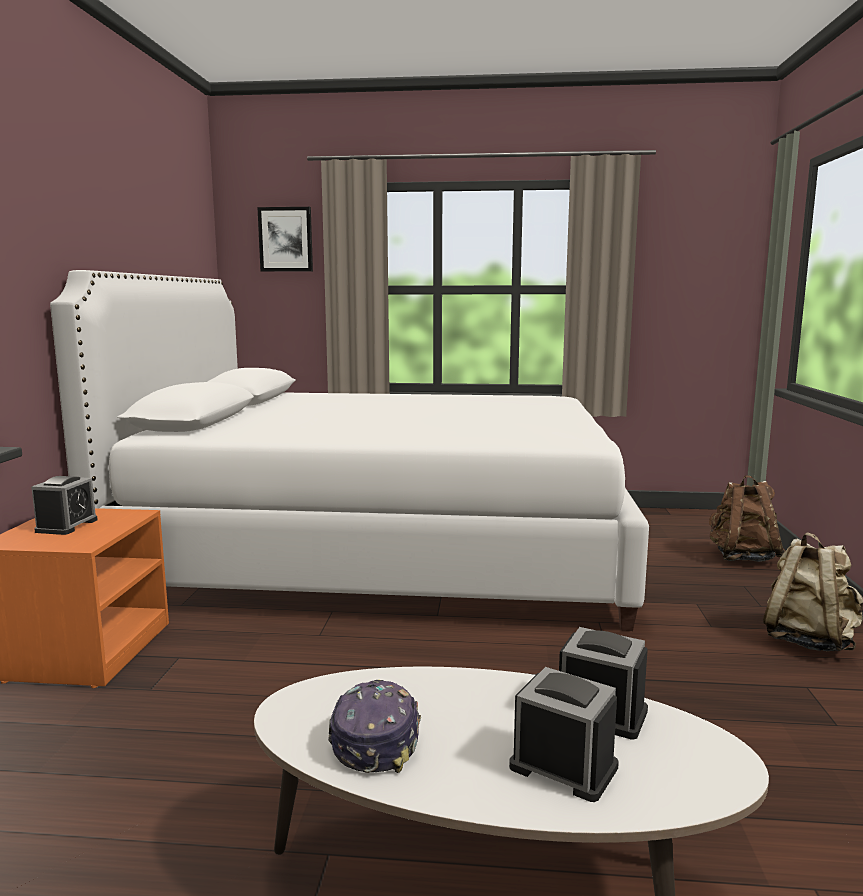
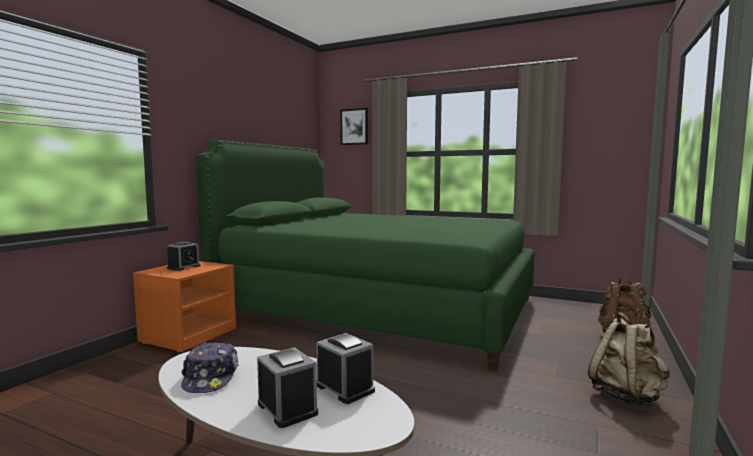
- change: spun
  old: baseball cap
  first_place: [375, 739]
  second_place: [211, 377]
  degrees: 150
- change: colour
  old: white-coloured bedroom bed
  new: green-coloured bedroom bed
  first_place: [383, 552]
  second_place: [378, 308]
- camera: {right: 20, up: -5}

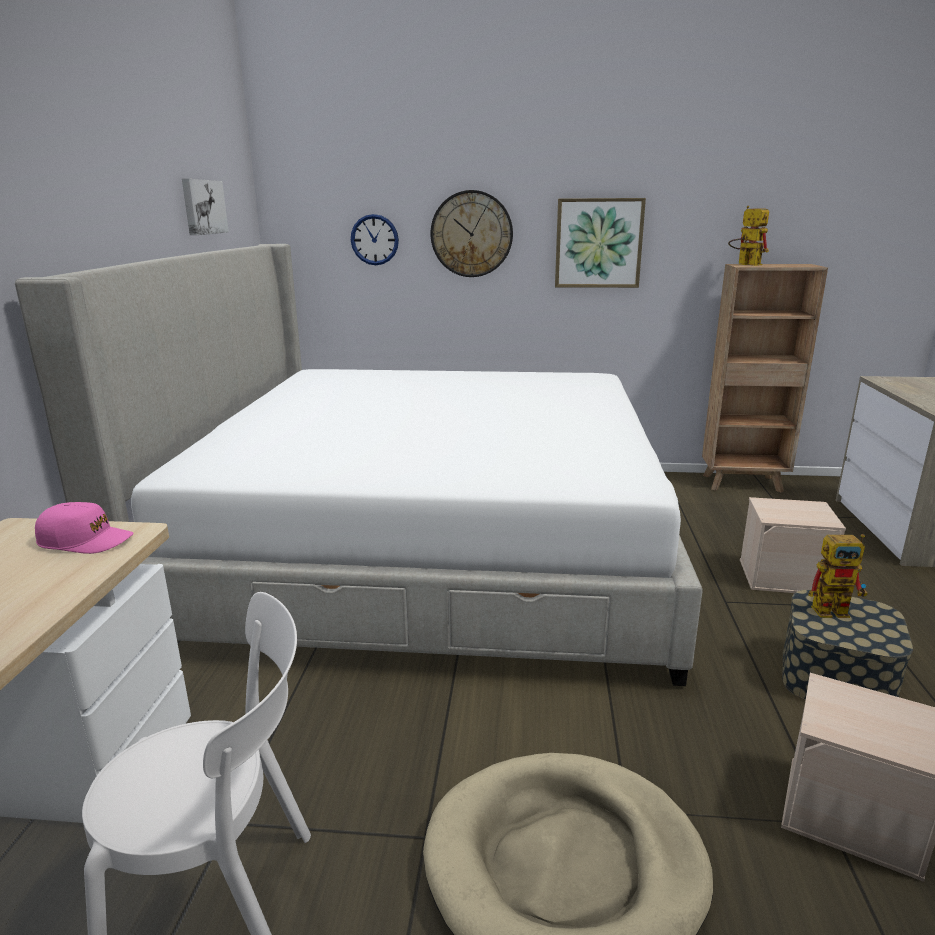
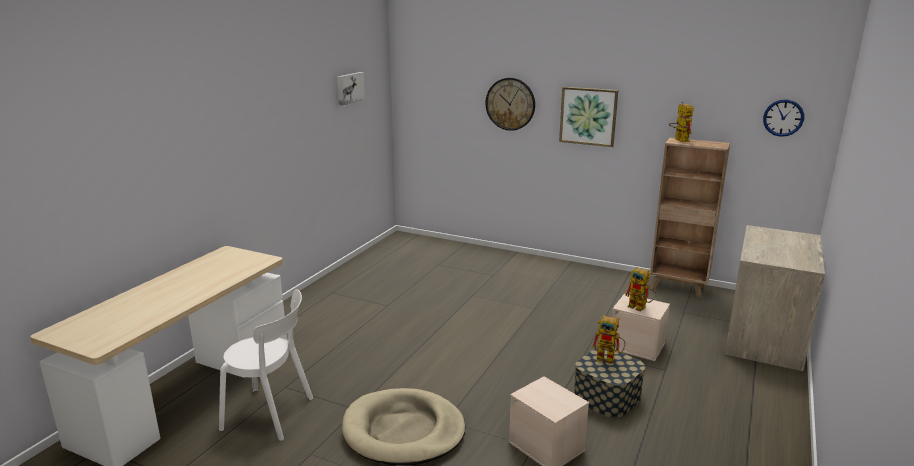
- change: appeared
  new: toy robot
  second_place: [640, 308]
- change: relocated
  old: wall clock
  first_place: [374, 240]
  second_place: [783, 118]
- change: missing
  old: bedroom bed
  first_place: [426, 547]
- change: missing
  old: pink baseball cap
  first_place: [86, 540]
- camera: {right: 20, up: 0}

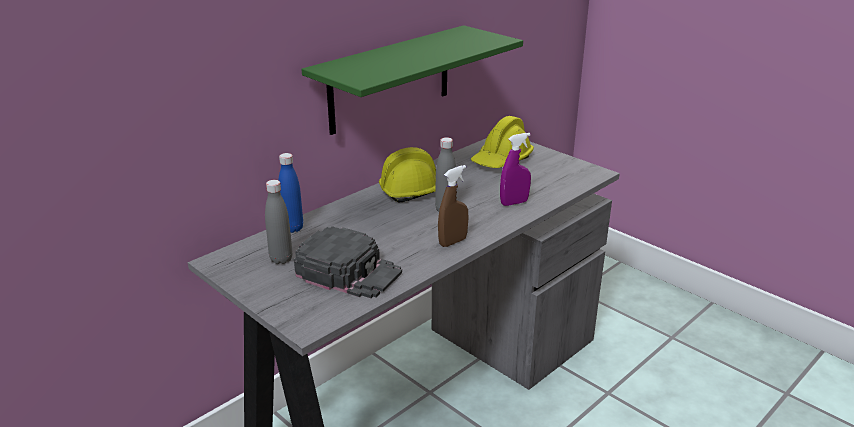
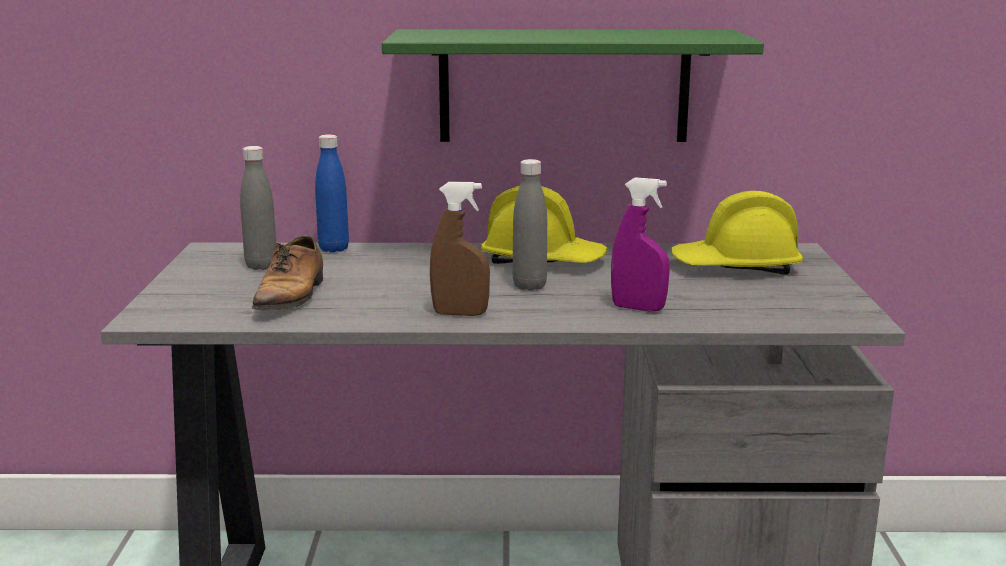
- change: exchanged
  old: black-coloured baseball cap
  new: shoe
  first_place: [349, 271]
  second_place: [291, 296]
- camera: {right: 45, up: -10}

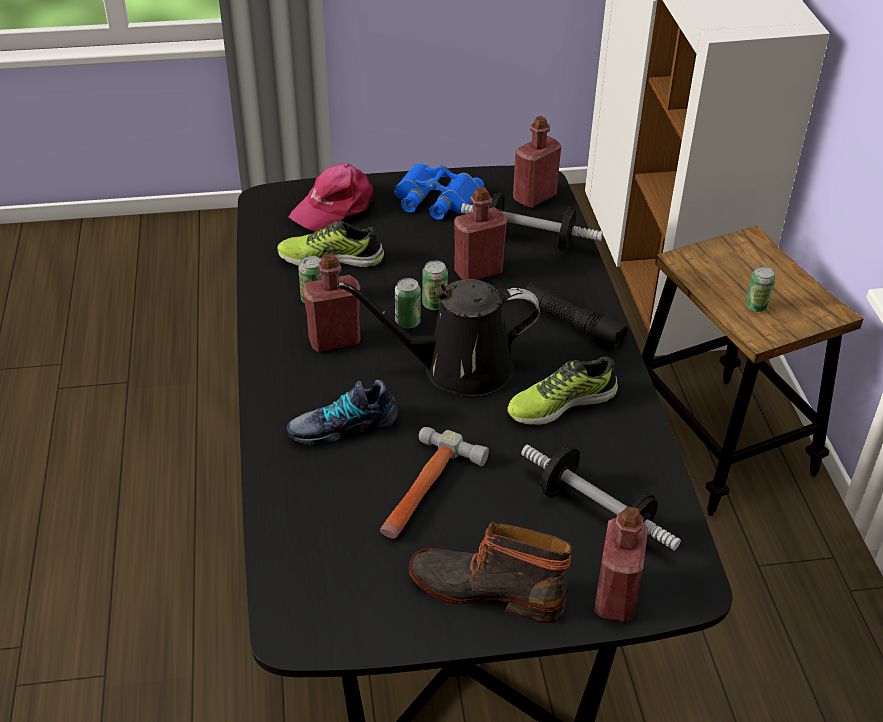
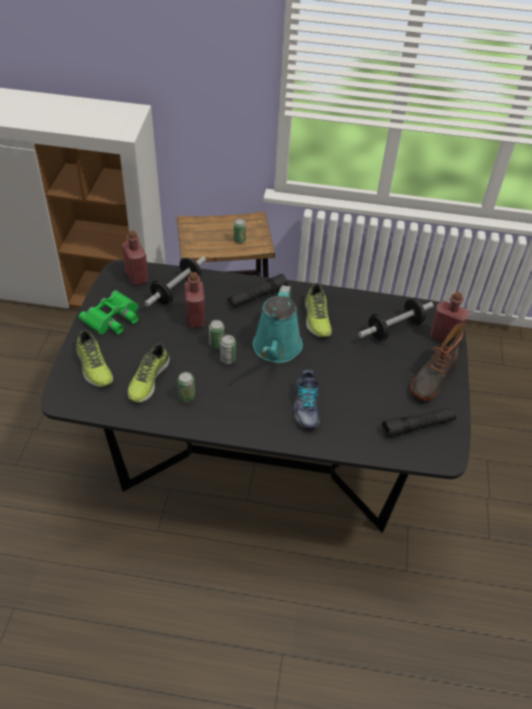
- change: exchanged
  old: pink baseball cap
  new: shoe
  first_place: [334, 207]
  second_place: [93, 366]
- change: colour
  old: blue field glasses
  new: green-coloured field glasses
  first_place: [435, 199]
  second_place: [113, 318]
- change: colour
  old: black-coloured watering can
  new: turquoise-coloured watering can
  first_place: [458, 369]
  second_place: [276, 349]
- change: appeared
  new: black-coloured hand torch
  second_place: [417, 426]
- change: missing
  old: red beverage bottle
  first_place: [334, 340]
- change: missing
  old: tool hammer
  first_place: [424, 491]
- camera: {right: -75, up: 5}

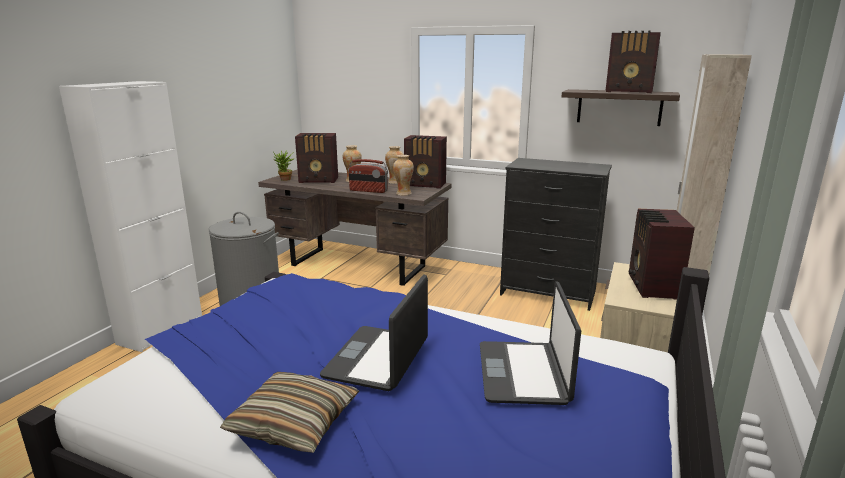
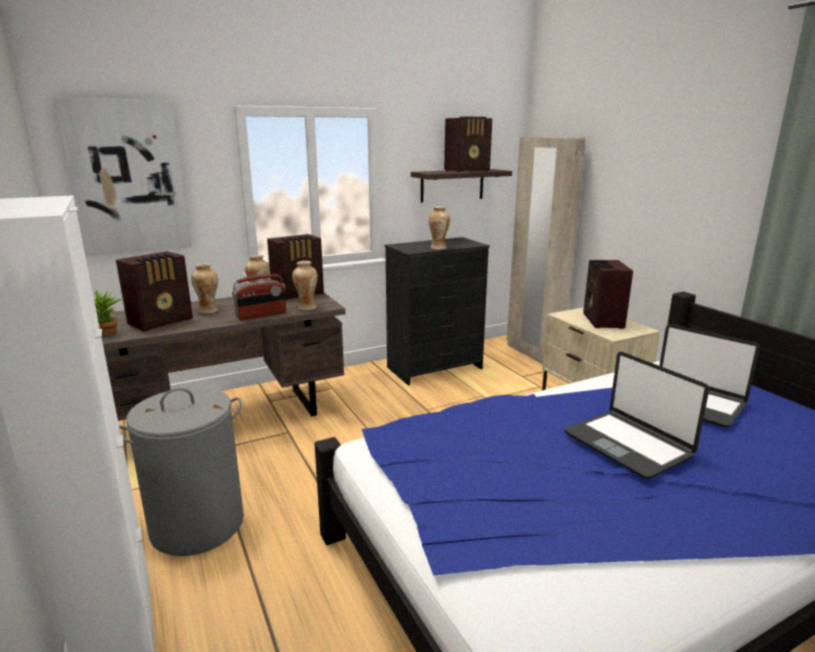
- change: appeared
  new: wall picture
  second_place: [128, 178]
- change: appeared
  new: vase
  second_place: [438, 248]
- change: spun
  old: radio receiver
  first_place: [652, 287]
  second_place: [602, 321]
  degrees: 45
- change: missing
  old: cushion
  first_place: [294, 423]
- camera: {right: -50, up: 0}

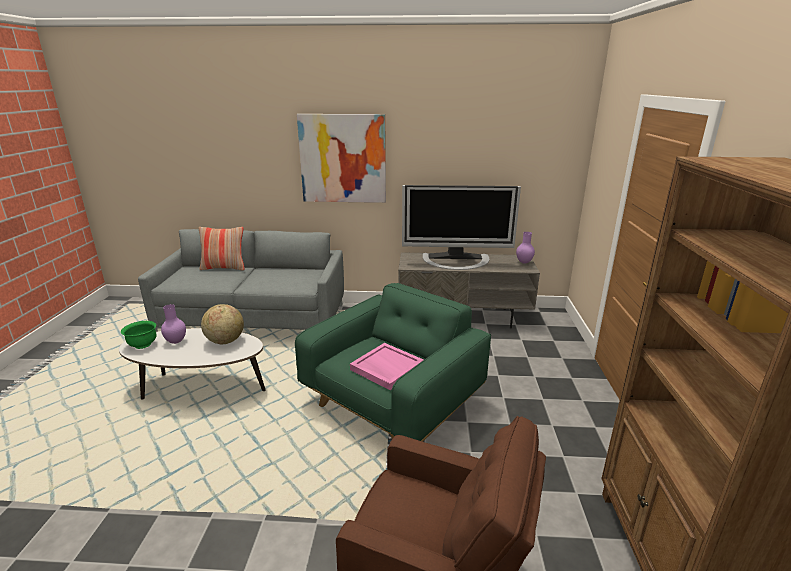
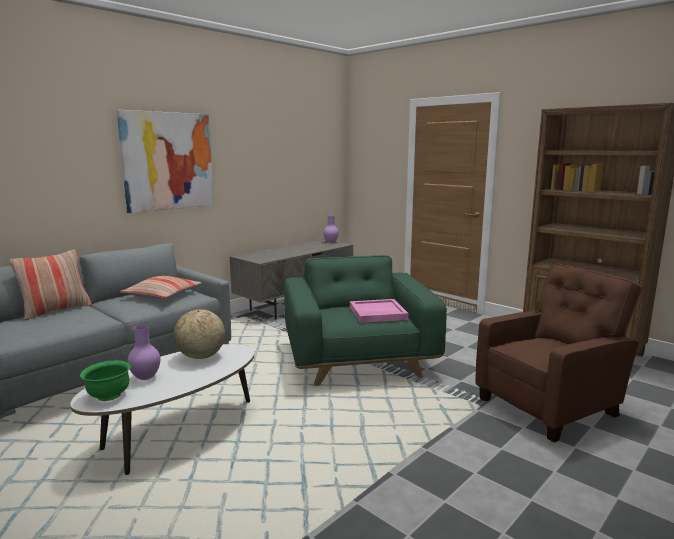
- change: appeared
  new: cushion
  second_place: [162, 295]
- change: missing
  old: television
  first_place: [456, 261]
- camera: {right: -50, up: -10}

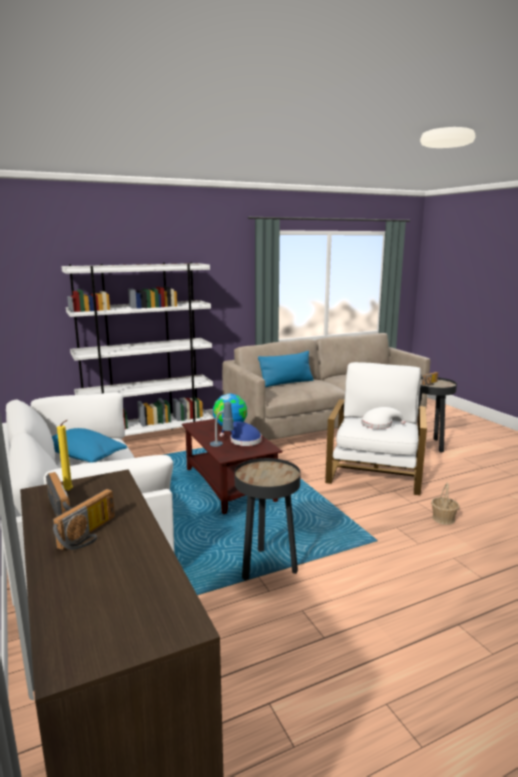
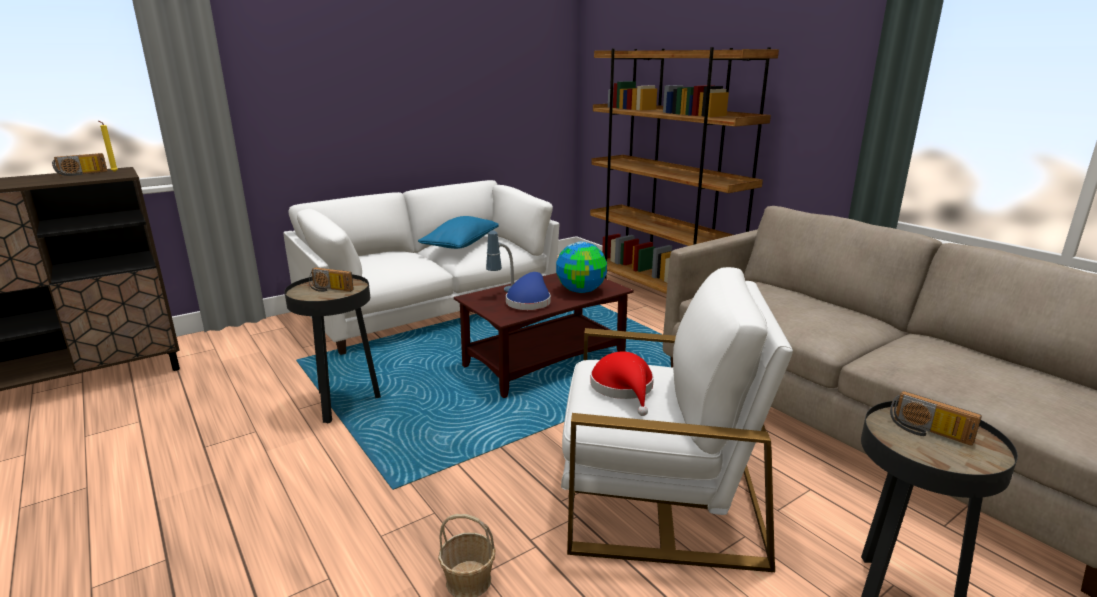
- change: relocated
  old: radio receiver
  first_place: [90, 535]
  second_place: [329, 289]
- change: colour
  old: white-coloured bookshelf
  new: brown bookshelf
  first_place: [149, 438]
  second_place: [660, 298]
- change: colour
  old: white-coloured wearable hat
  new: red wearable hat
  first_place: [379, 424]
  second_place: [624, 388]
- change: missing
  old: blue cushion
  first_place: [286, 383]
- camera: {right: 80, up: 5}

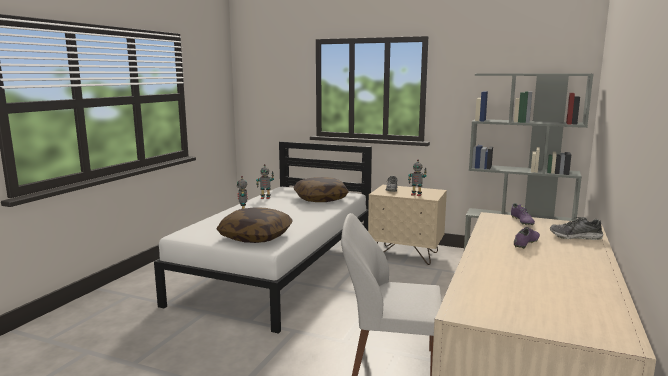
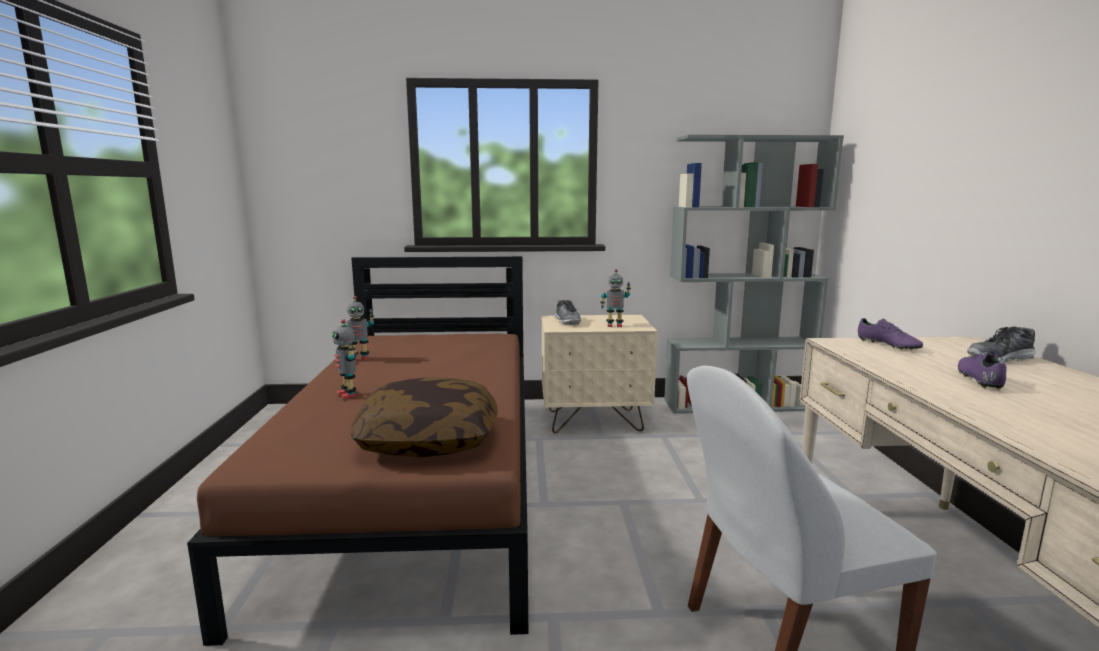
- change: colour
  old: white-coloured bedroom bed
  new: brown bedroom bed
  first_place: [281, 269]
  second_place: [420, 486]
- change: missing
  old: cushion
  first_place: [320, 199]
- camera: {right: -25, up: 0}

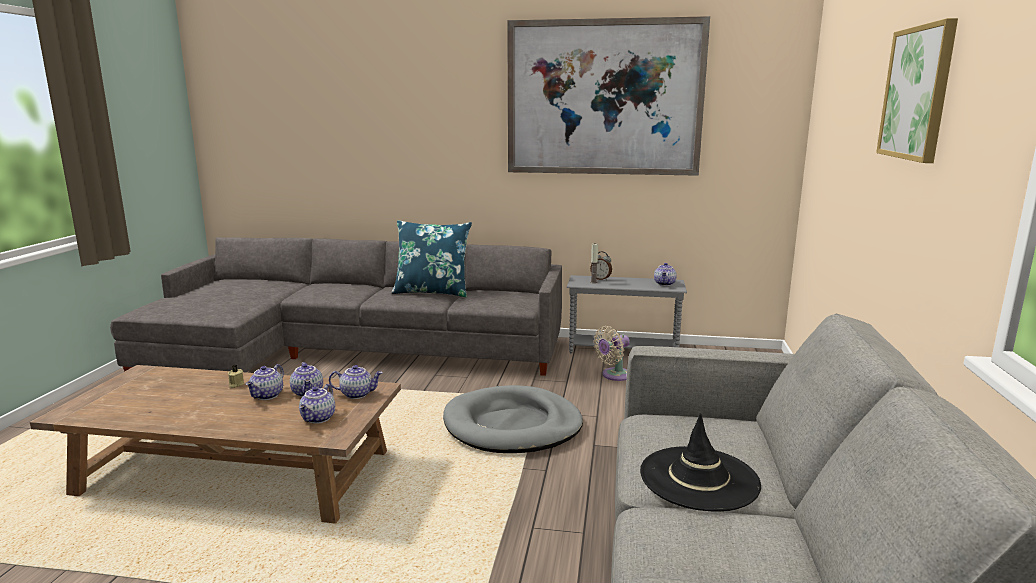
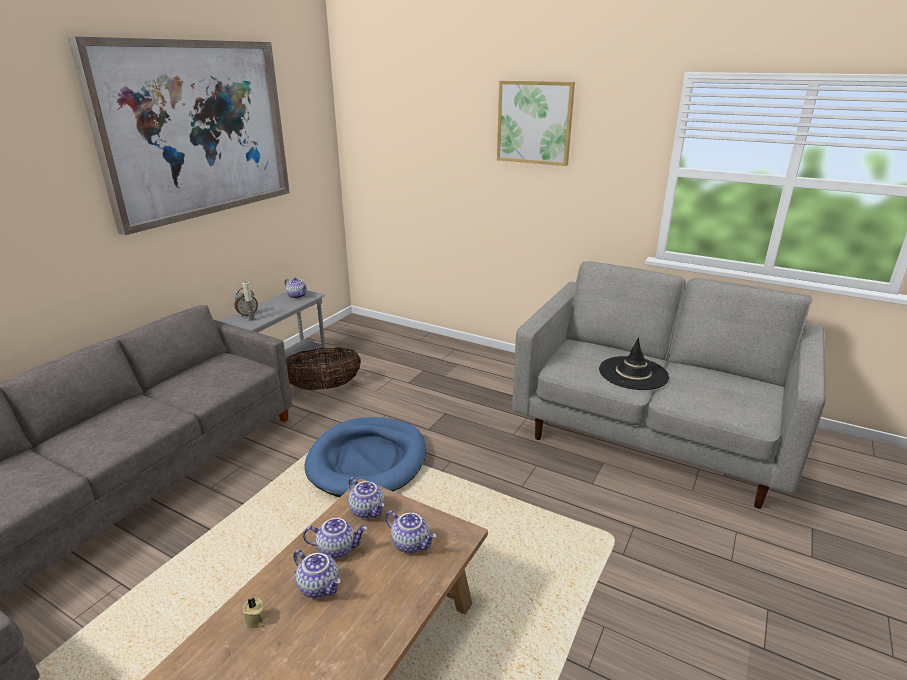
- change: exchanged
  old: beige-coloured electric fan
  new: storage basket
  first_place: [614, 375]
  second_place: [324, 387]
- change: colour
  old: gray pet bed
  new: blue pet bed
  first_place: [512, 425]
  second_place: [368, 461]
- change: spun
  old: tea pot
  first_place: [357, 394]
  second_place: [368, 510]
  degrees: 120
- change: missing
  old: blue cushion
  first_place: [432, 292]
- camera: {right: -70, up: 10}

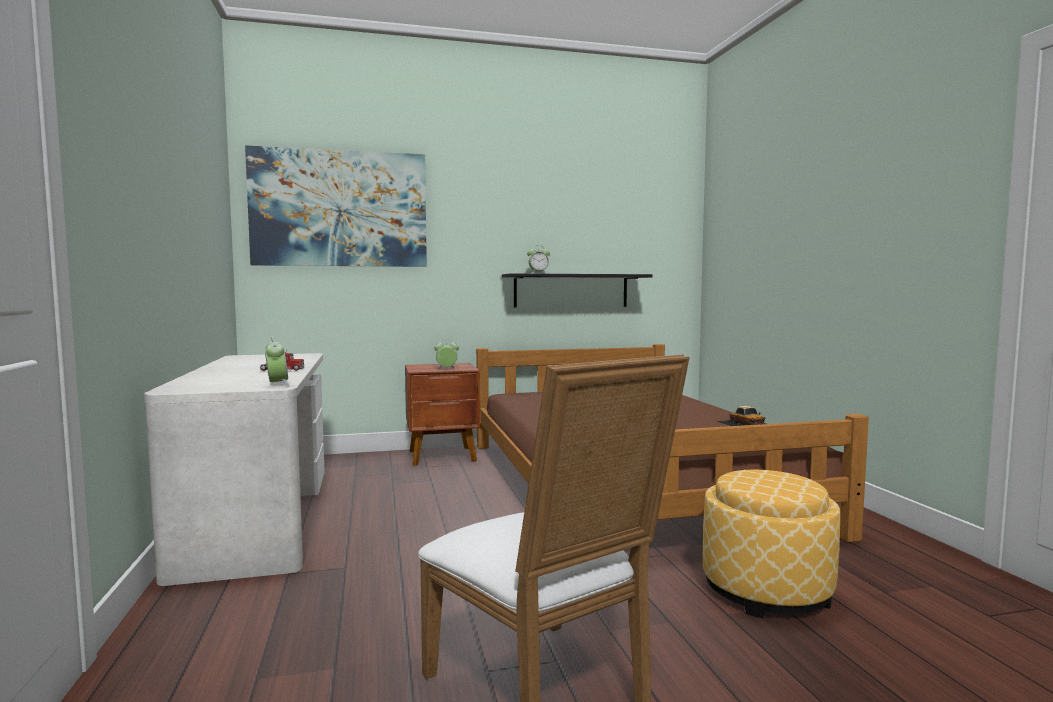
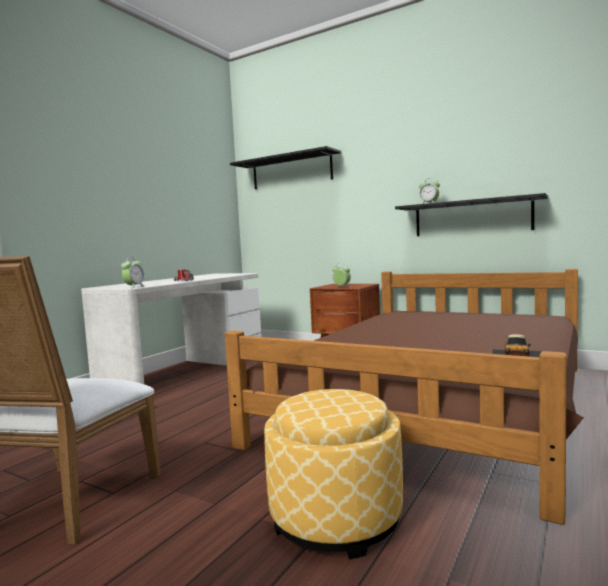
- change: exchanged
  old: wall picture
  new: black-coloured wall shelf
  first_place: [339, 209]
  second_place: [291, 171]
- camera: {right: 45, up: 0}

